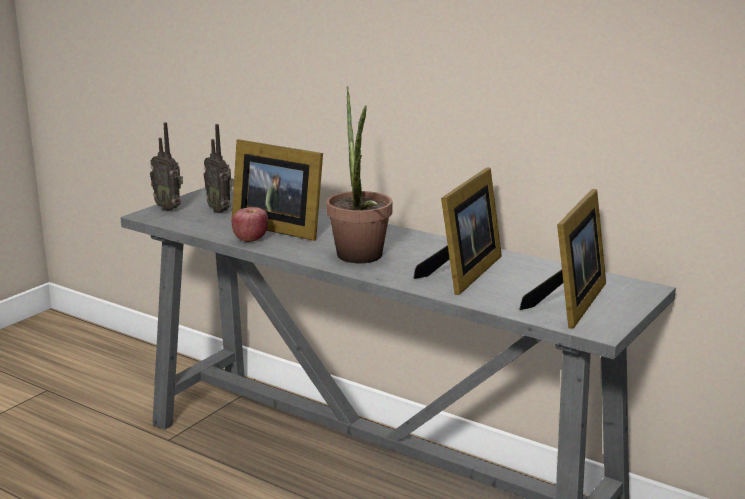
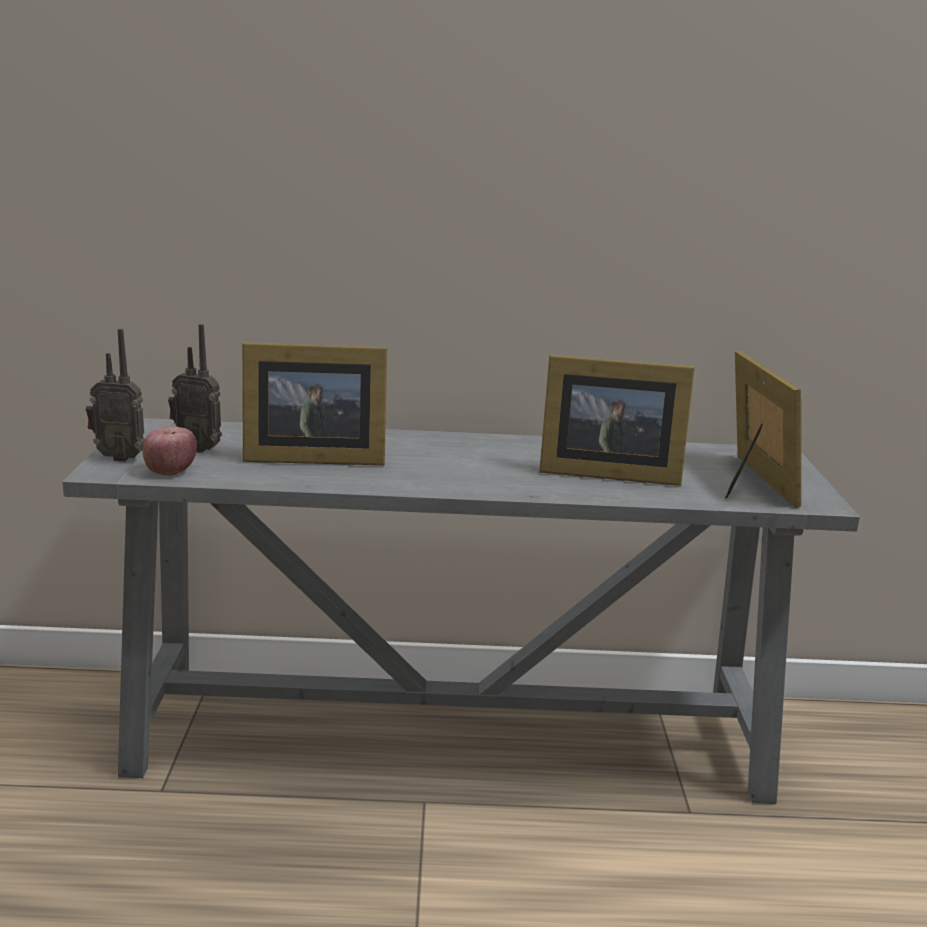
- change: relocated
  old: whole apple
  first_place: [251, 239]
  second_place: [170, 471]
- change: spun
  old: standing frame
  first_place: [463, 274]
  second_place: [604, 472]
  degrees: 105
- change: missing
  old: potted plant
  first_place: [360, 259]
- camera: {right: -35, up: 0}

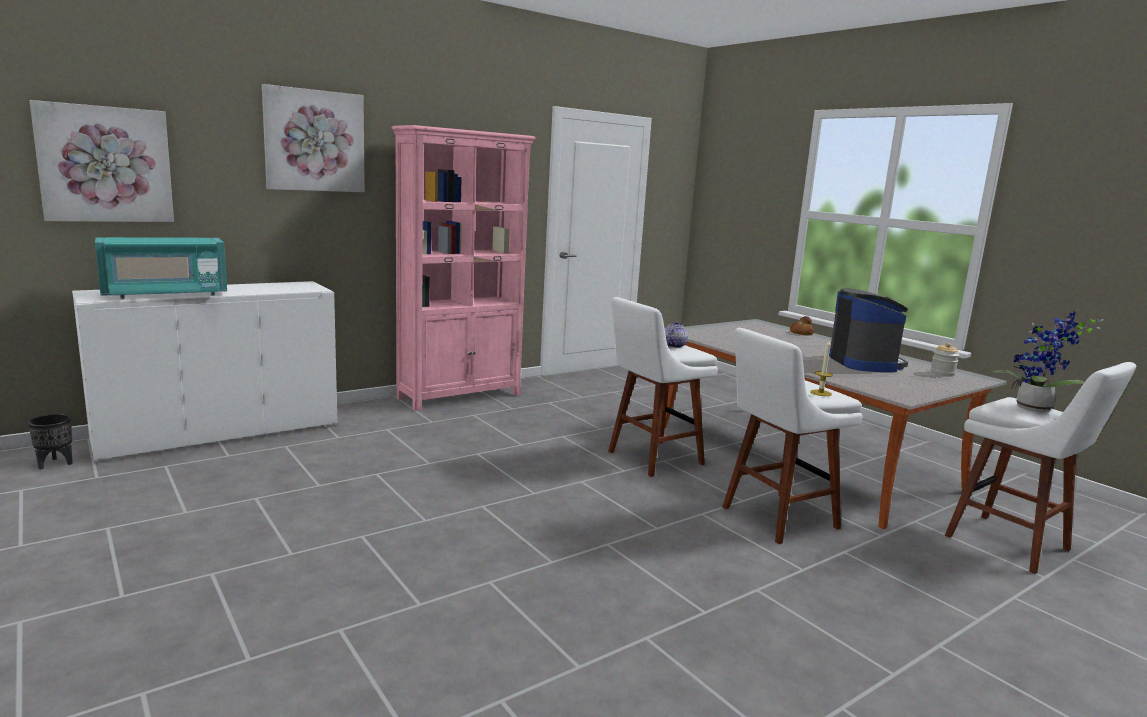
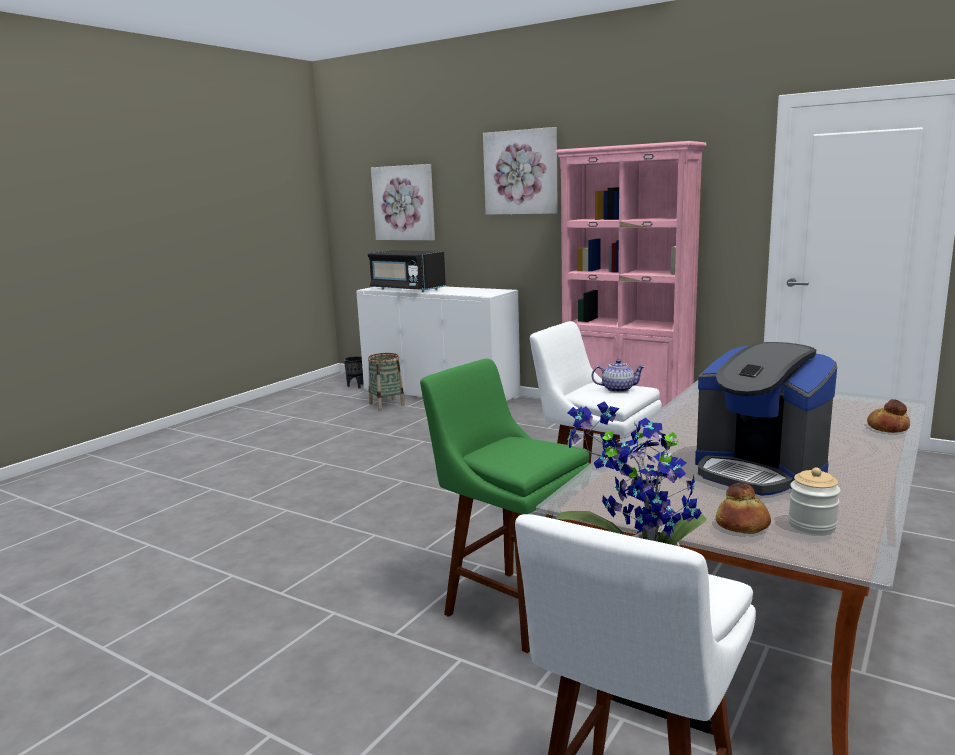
- change: colour
  old: turquoise-coloured microwave oven
  new: black-coloured microwave oven
  first_place: [165, 294]
  second_place: [406, 289]
- change: appeared
  new: storage basket
  second_place: [386, 404]
- change: colour
  old: white-coloured stool seat
  new: green-coloured stool seat
  first_place: [775, 518]
  second_place: [510, 606]
- change: spun
  old: coffee brewer
  first_place: [864, 363]
  second_place: [759, 472]
  degrees: 75
- change: appeared
  new: bread
  second_place: [743, 524]
- change: missing
  old: wax light
  first_place: [820, 393]
- camera: {right: 70, up: 0}

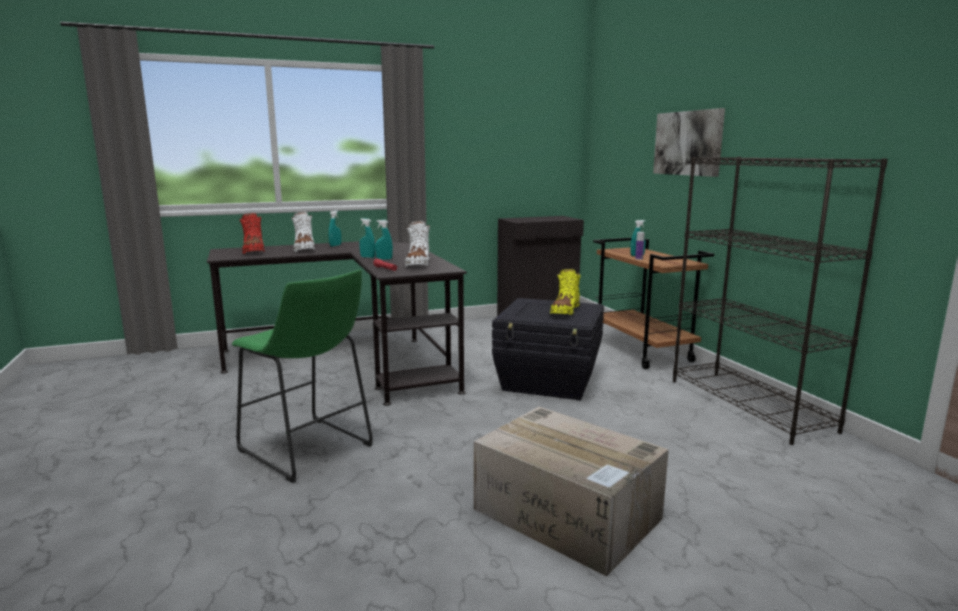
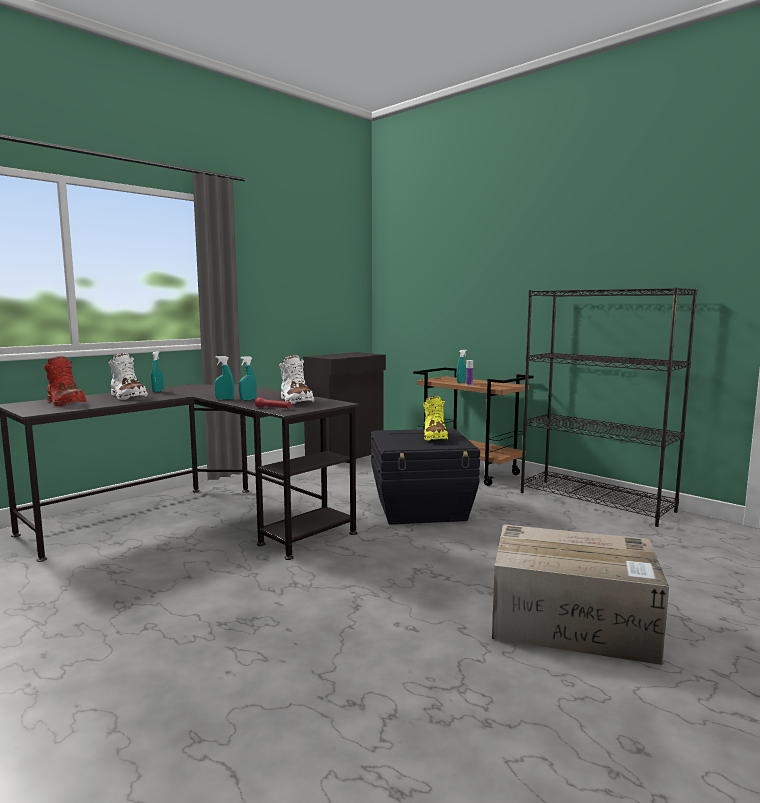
- change: missing
  old: green-coloured stool seat
  first_place: [309, 450]
- change: missing
  old: wall picture
  first_place: [688, 143]
- camera: {right: -25, up: -5}

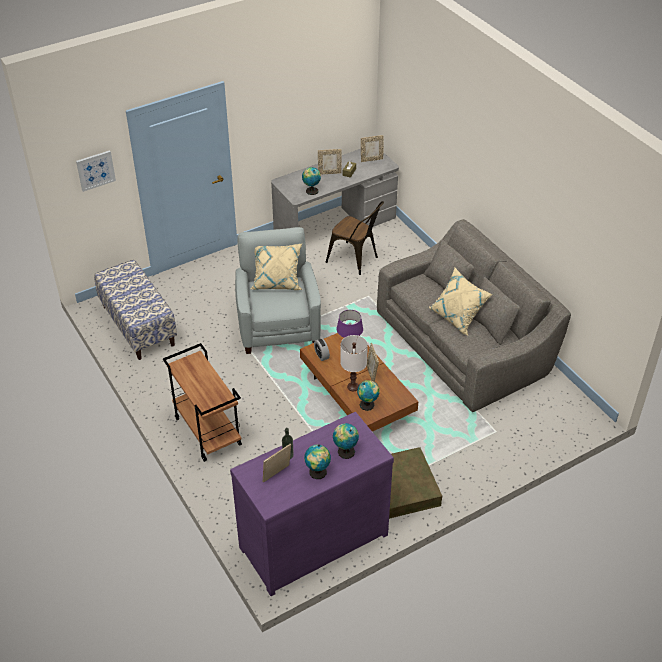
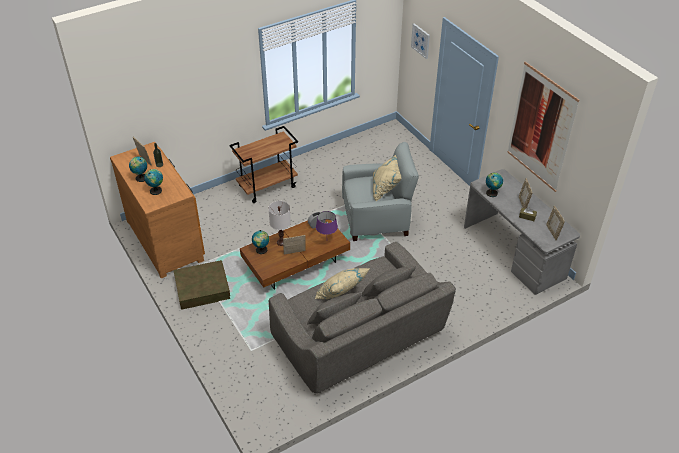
- change: colour
  old: purplish dresser
  new: brown dresser
  first_place: [311, 539]
  second_place: [166, 239]
- change: appeared
  new: wall picture
  second_place: [541, 127]
- change: missing
  old: bench
  first_place: [138, 325]
- change: missing
  old: brown plain chair
  first_place: [356, 260]
- camera: {right: 90, up: 0}

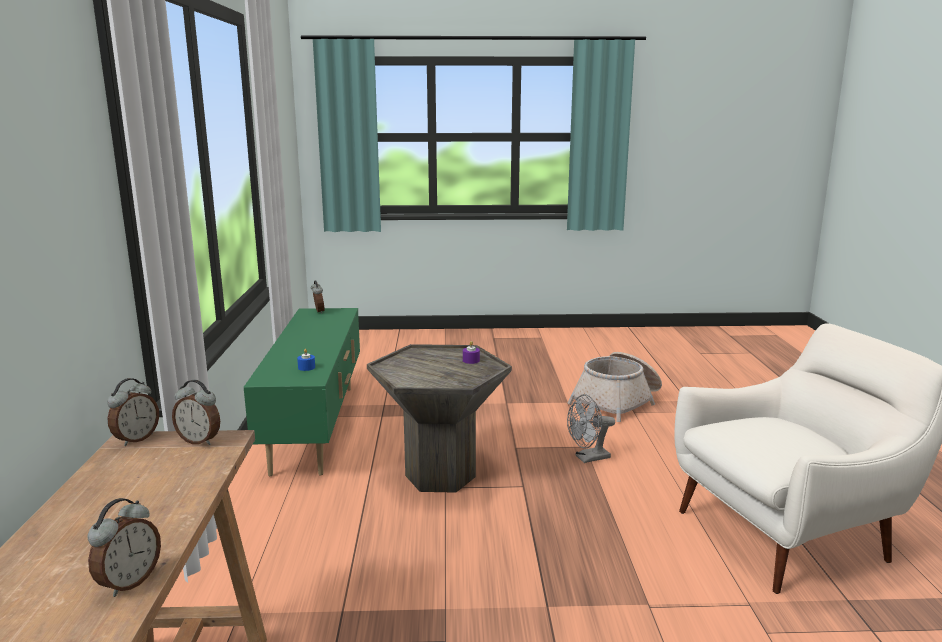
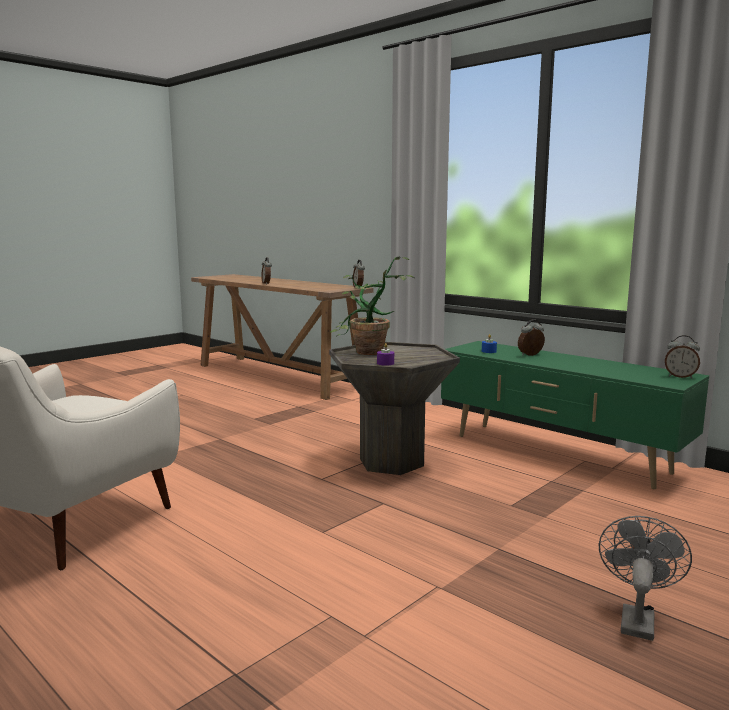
- change: appeared
  new: potted plant
  second_place: [368, 354]
- change: relocated
  old: alarm clock
  first_place: [200, 440]
  second_place: [531, 355]
- change: relocated
  old: gray electric fan
  first_place: [588, 458]
  second_place: [636, 619]
- change: missing
  old: storage basket
  first_place: [618, 401]
- camera: {right: 135, up: -5}

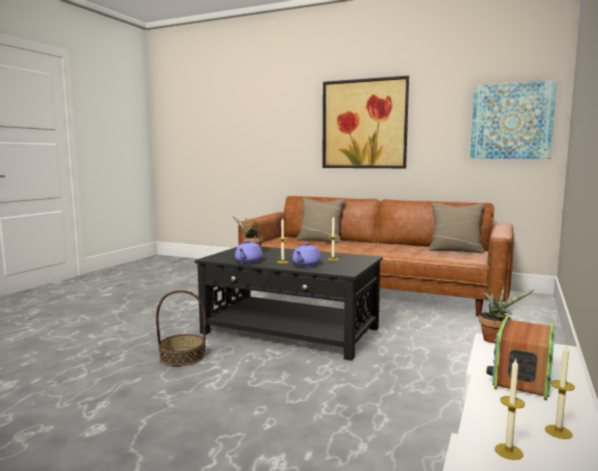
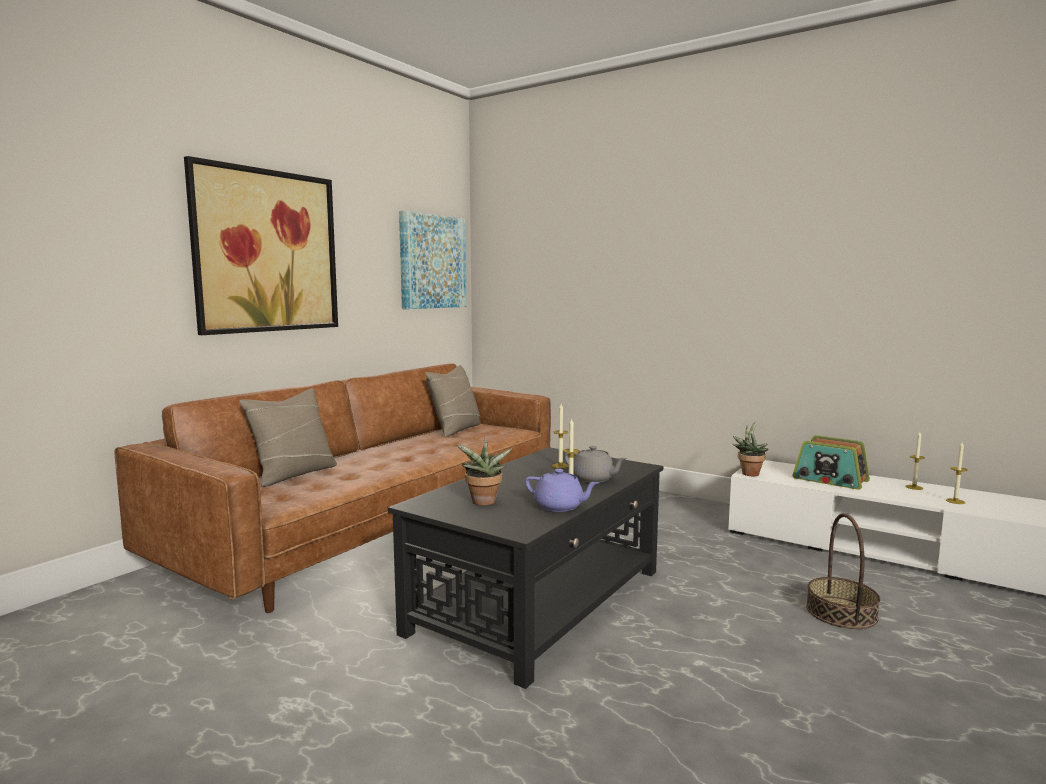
- change: colour
  old: purplish tea pot
  new: gray tea pot
  first_place: [306, 265]
  second_place: [593, 479]
- change: relocated
  old: storage basket
  first_place: [182, 357]
  second_place: [841, 612]
- camera: {right: -80, up: 0}

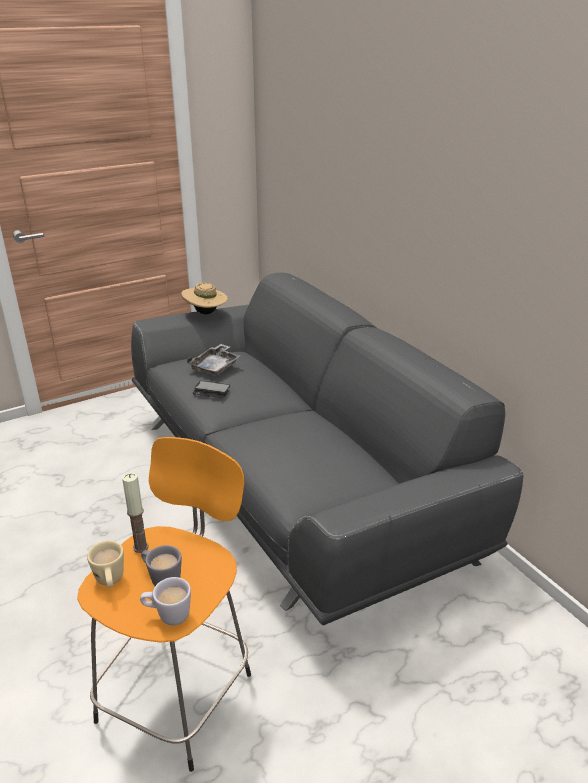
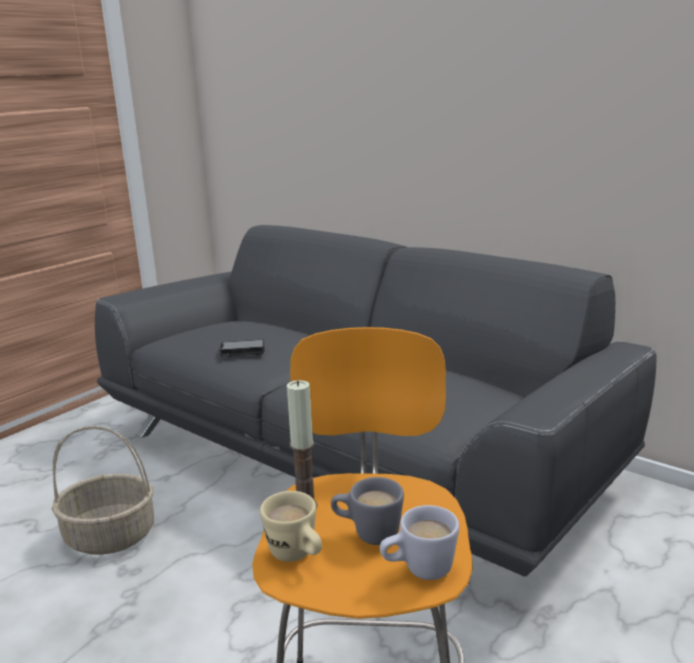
- change: appeared
  new: storage basket
  second_place: [109, 536]
- change: missing
  old: beige-coloured wearable hat
  first_place: [206, 313]
- change: missing
  old: gray tray
  first_place: [216, 367]
- camera: {right: -20, up: -10}

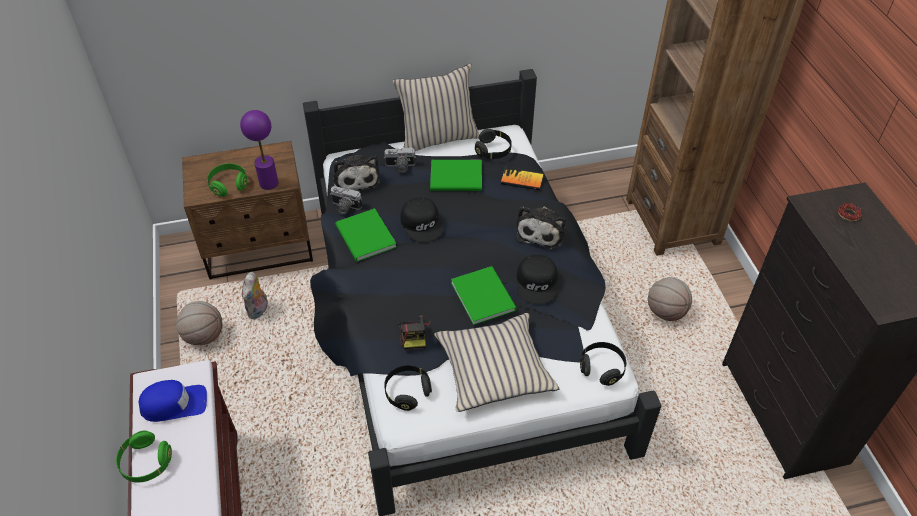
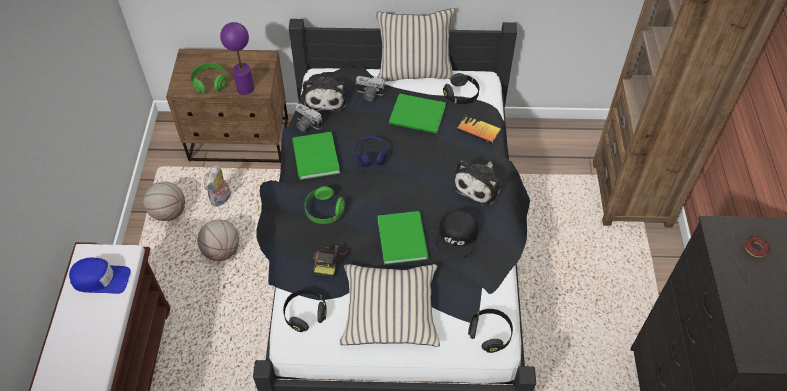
- change: relocated
  old: ball for basketball
  first_place: [665, 312]
  second_place: [222, 251]
- change: relocated
  old: green-coloured headphones
  first_place: [146, 463]
  second_place: [324, 211]
- change: exchanged
  old: black-coloured baseball cap
  new: blue headphones
  first_place: [422, 223]
  second_place: [371, 155]
- camera: {right: 15, up: 5}

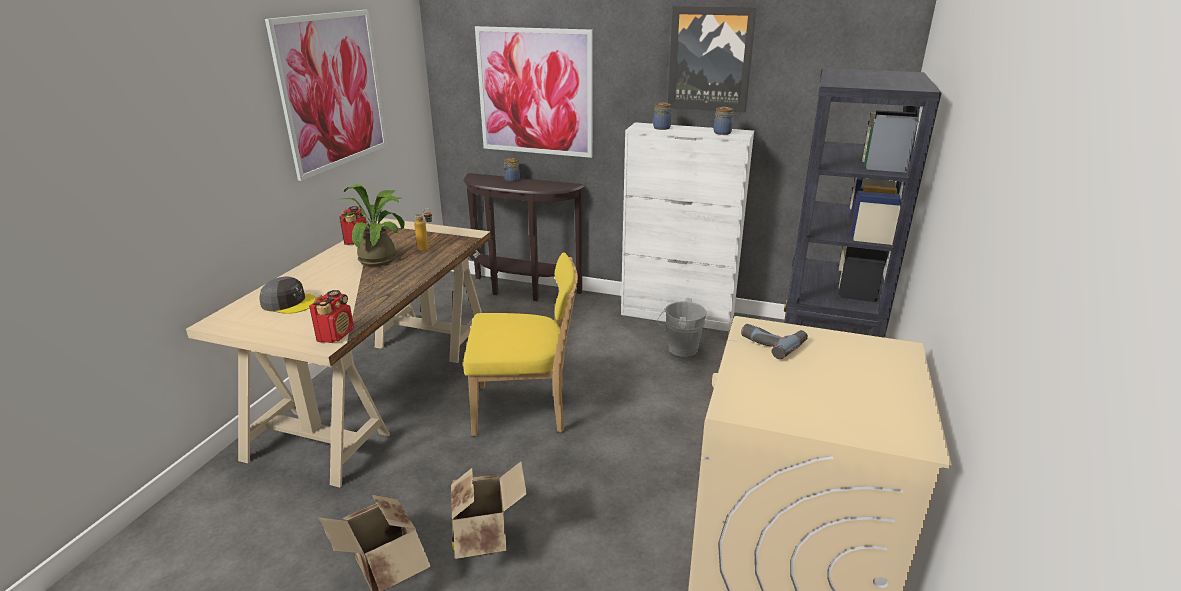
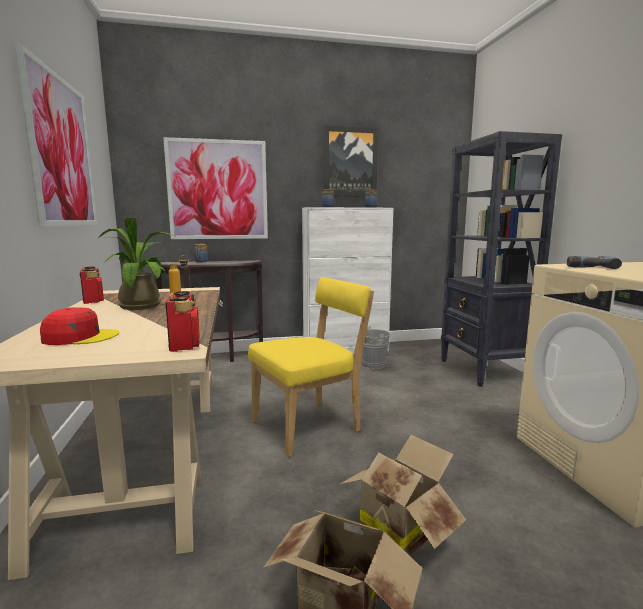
- change: colour
  old: gray baseball cap
  new: red baseball cap
  first_place: [289, 303]
  second_place: [80, 337]
- camera: {right: -30, up: -15}

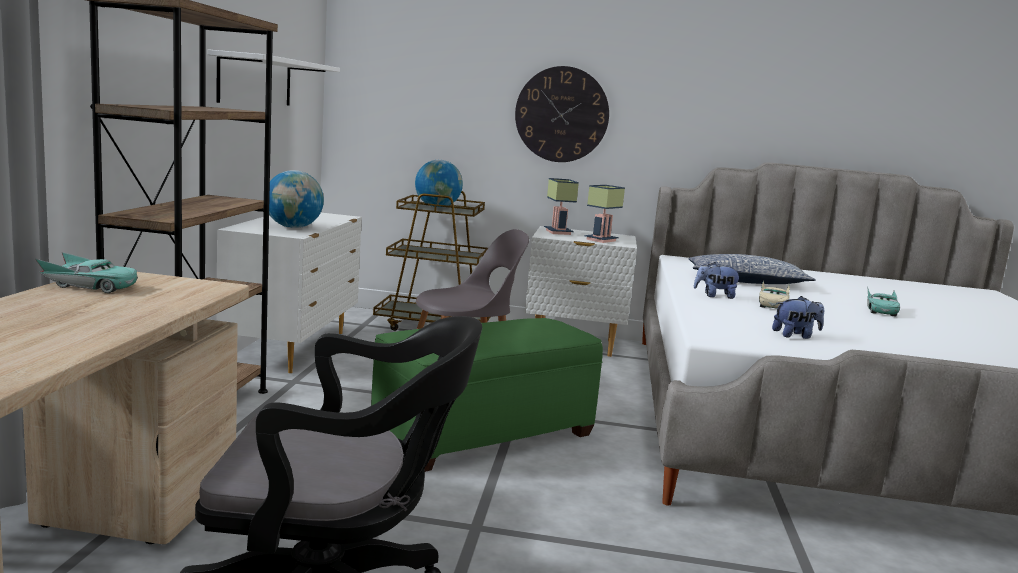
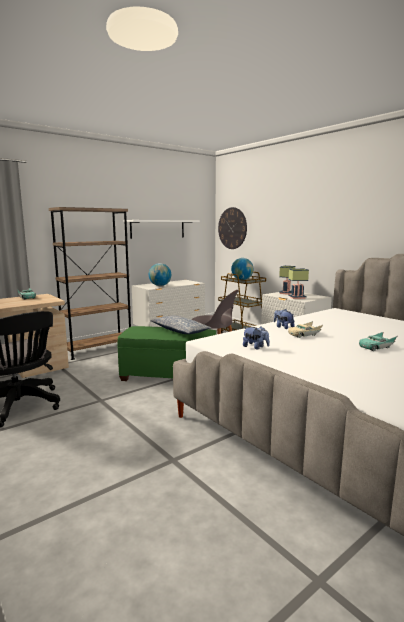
- change: relocated
  old: cushion
  first_place: [746, 281]
  second_place: [180, 331]
- change: relocated
  old: wall clock
  first_place: [561, 114]
  second_place: [232, 228]
- camera: {right: 45, up: 0}

